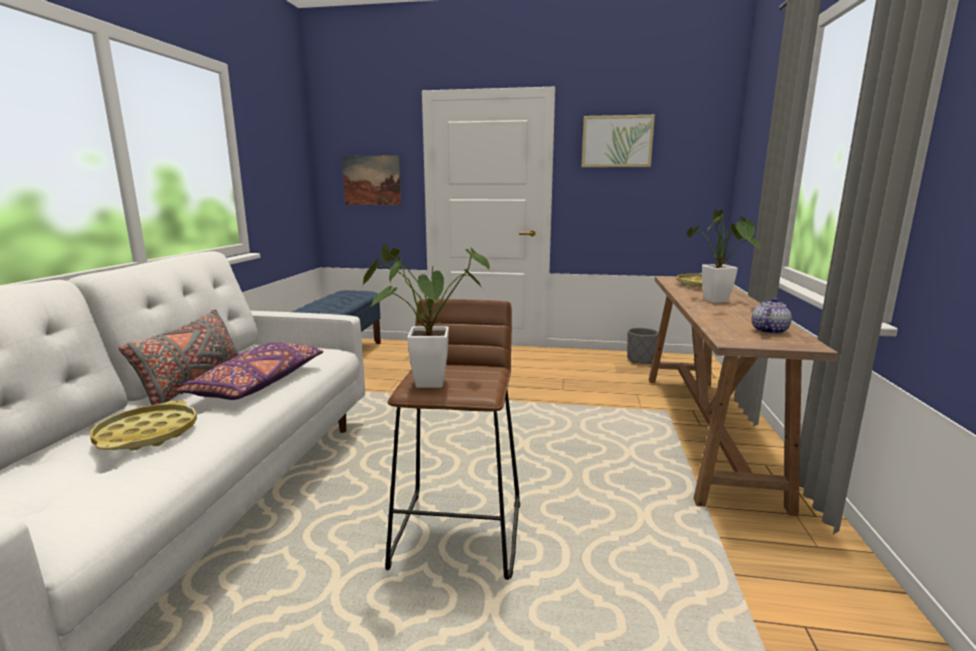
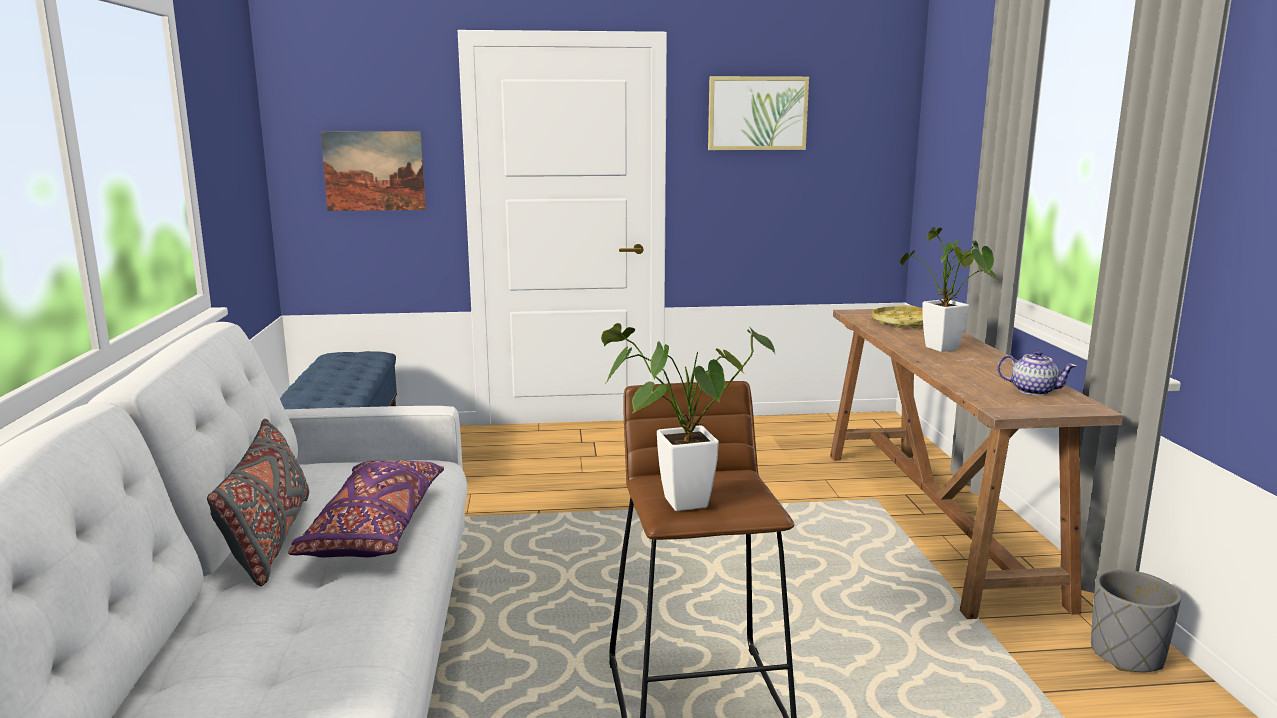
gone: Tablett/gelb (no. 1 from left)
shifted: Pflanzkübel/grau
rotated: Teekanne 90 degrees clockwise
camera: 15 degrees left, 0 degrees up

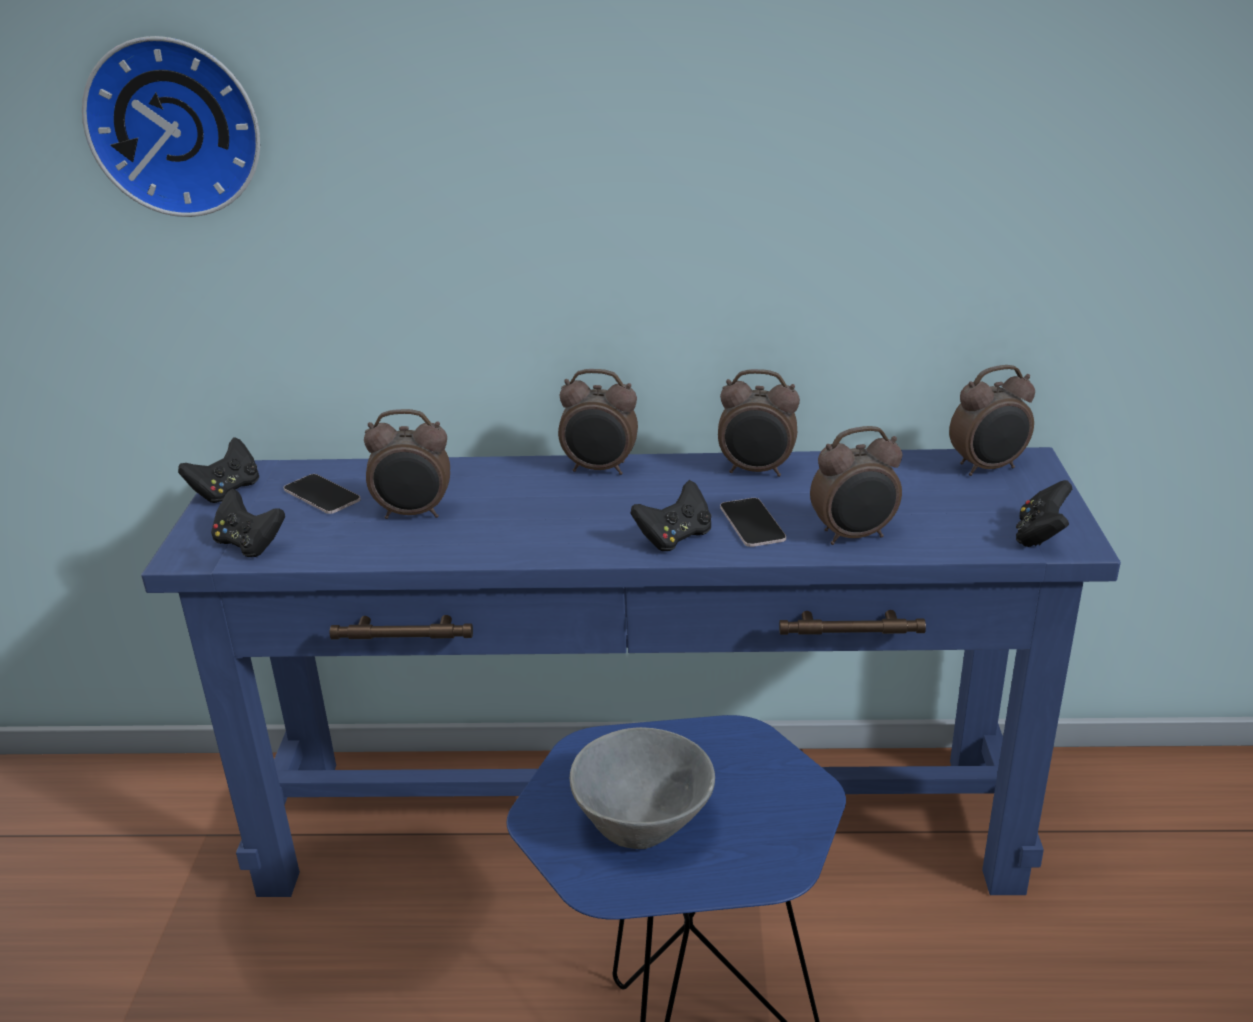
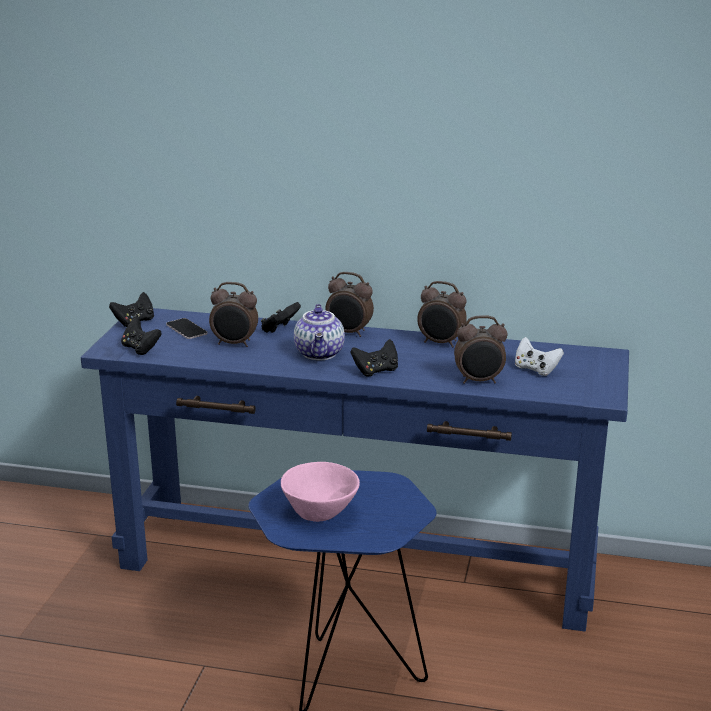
gone: Wanduhr; Handy (no. 2 from left); Wecker (no. 5 from left)
new: Teekanne; Gamepad/weiß
shifted: Gamepad/schwarz (no. 4 from left in the first image) to Gamepad/schwarz (no. 3 from left)
repainted: Schüssel/grau to Schüssel/rosa
camera: 10 degrees right, 5 degrees down

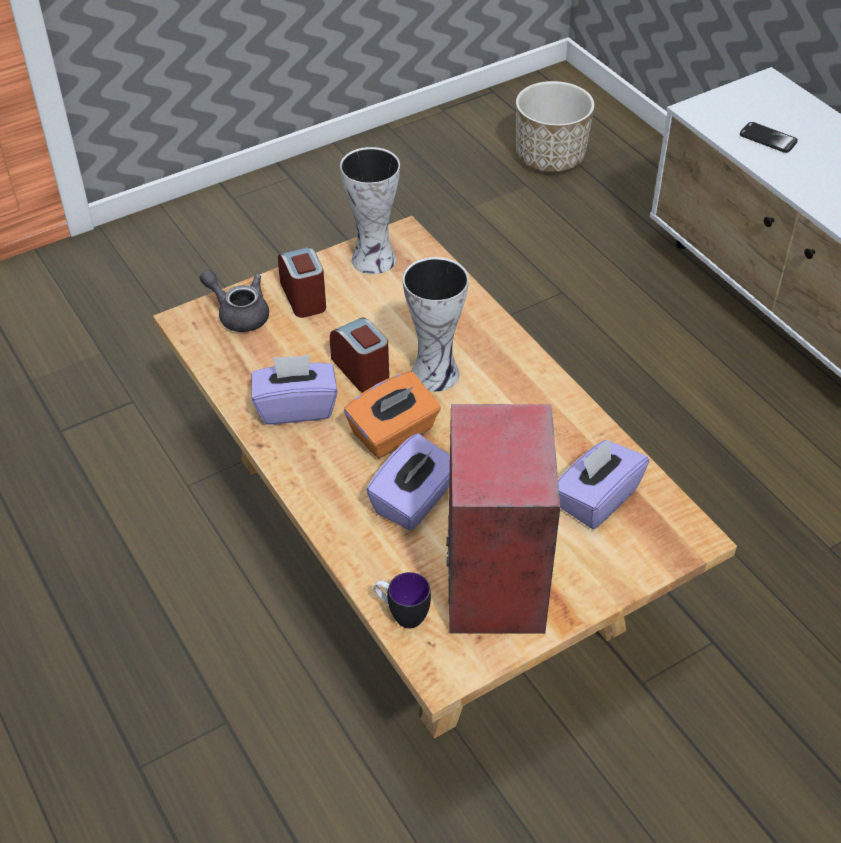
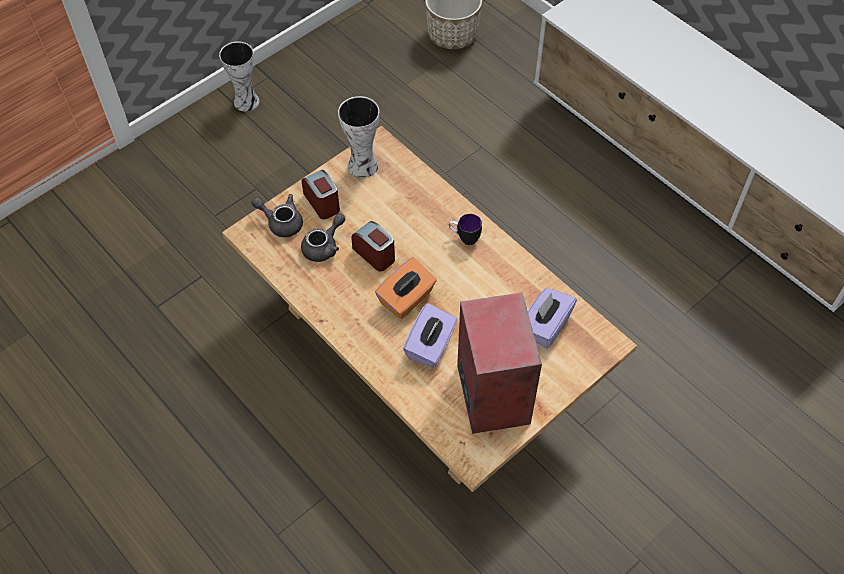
gone: Taschentuchbox/lila (no. 1 from left); Handy
new: Teekanne/grau (no. 2 from left)
shifted: Henkelbecher; Vase (no. 2 from left in the first image) to Vase (no. 1 from left)
camera: 10 degrees left, 10 degrees up

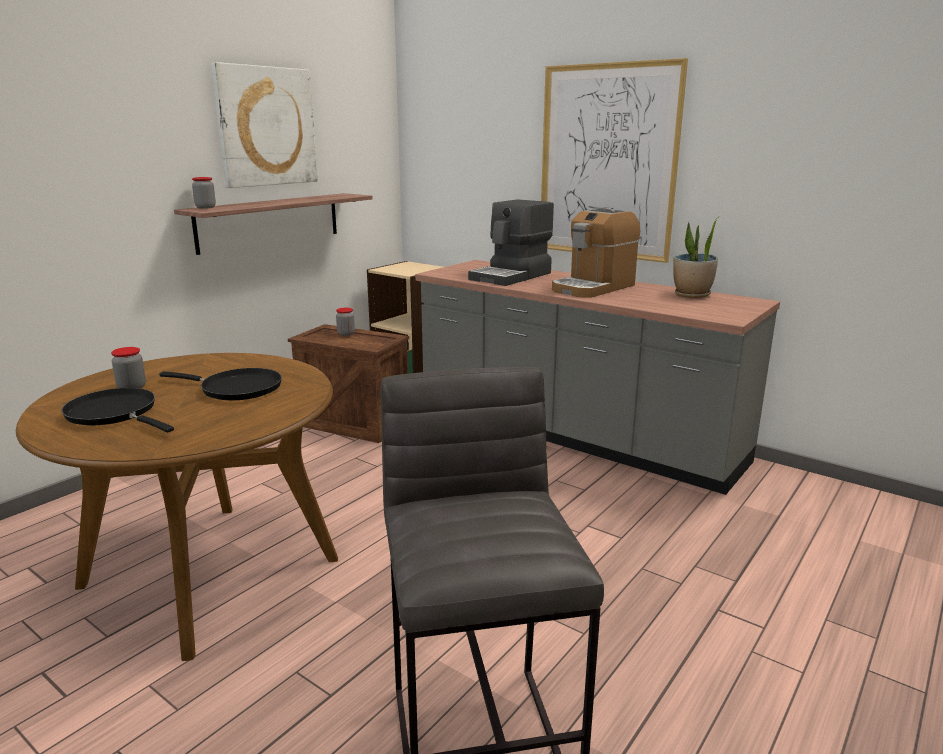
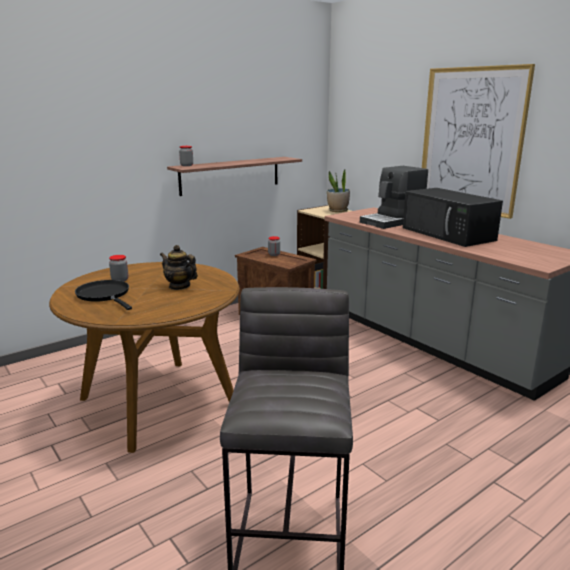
gone: Bild (no. 1 from left)
shifted: Topfpflanze
swapped: Pfanne/schwarz (no. 2 from left) to Teekanne; Kaffeemaschine (no. 2 from left) to Mikrowelle/schwarz
camera: 15 degrees right, 0 degrees up

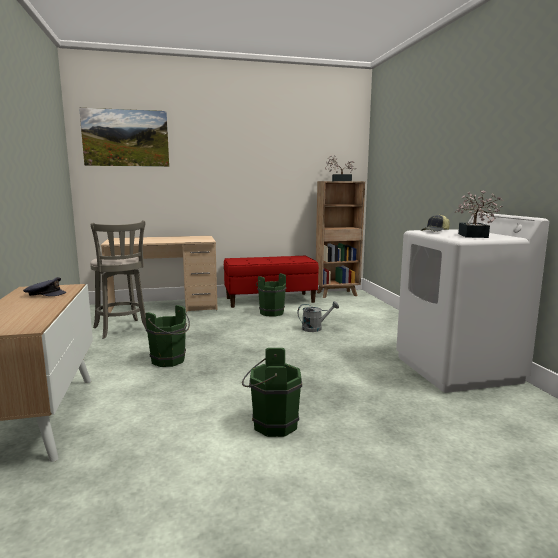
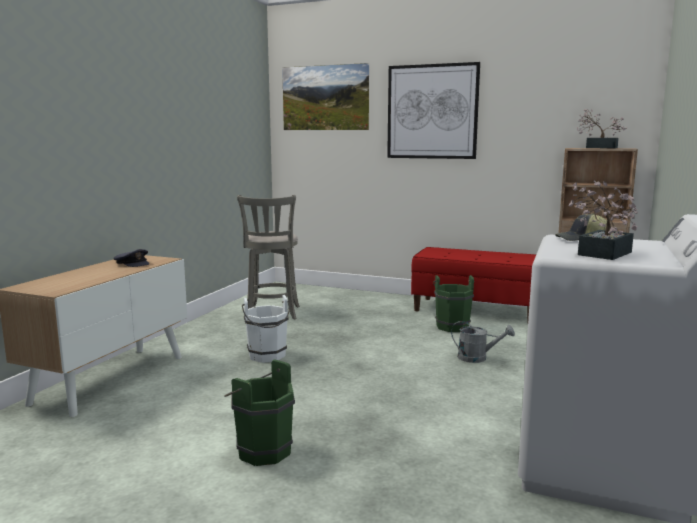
gone: Schreibtisch/beige
new: Bild (no. 2 from left)
repainted: Eimer/grün (no. 1 from left) to Eimer/weiß
camera: 35 degrees right, 0 degrees up

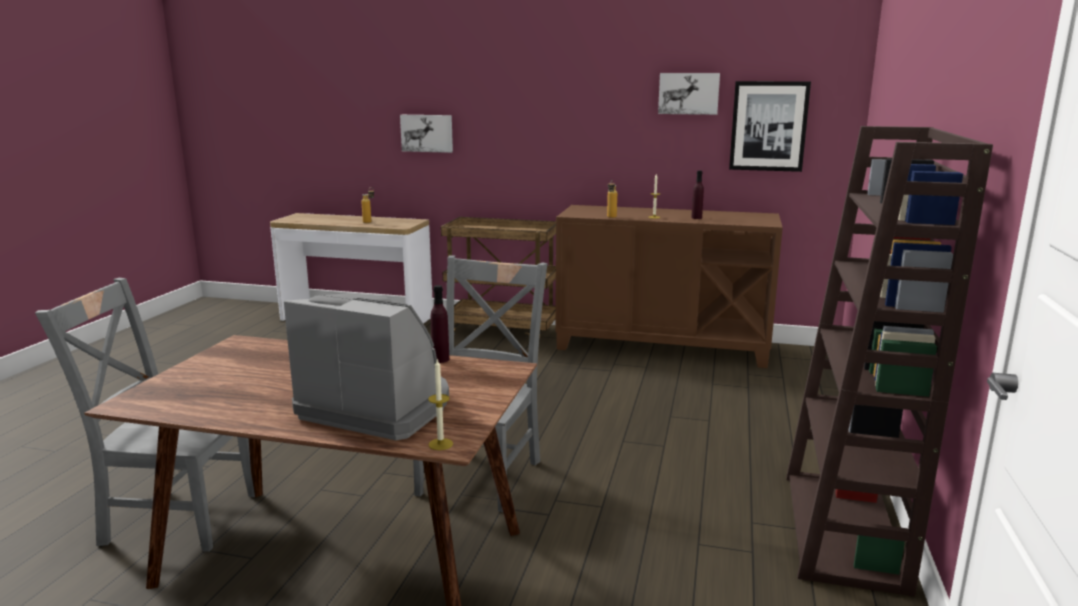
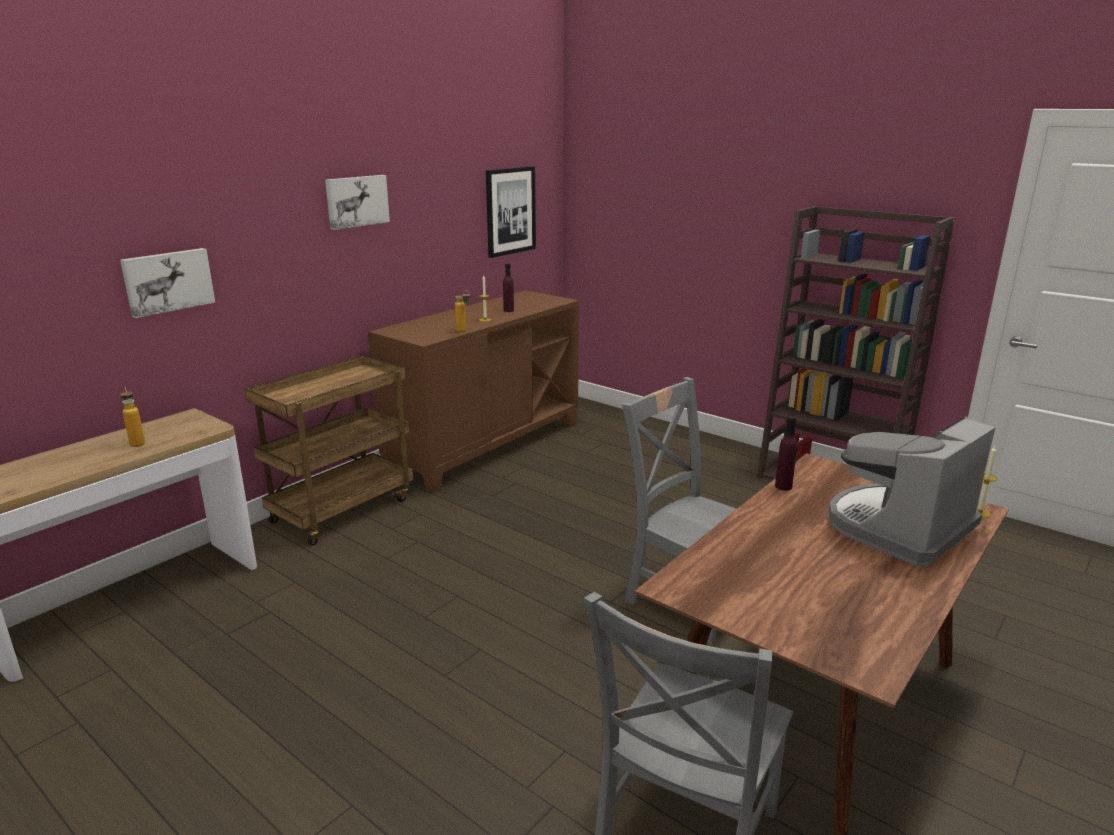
shifted: Bild (no. 2 from left)
camera: 65 degrees left, 5 degrees up

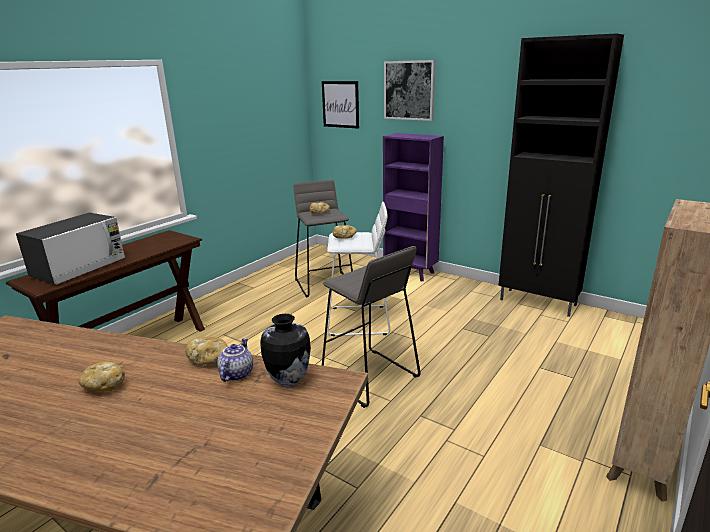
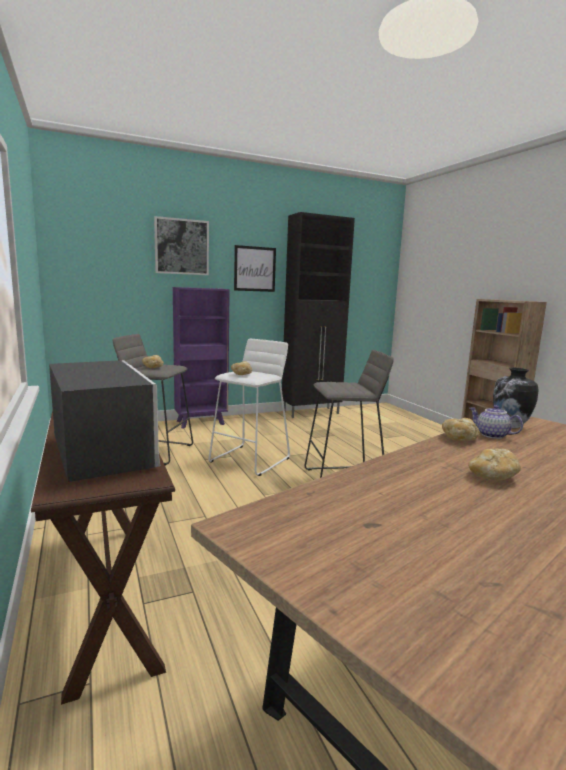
shifted: Bild (no. 1 from left in the first image) to Bild (no. 2 from left)
camera: 60 degrees left, 10 degrees down

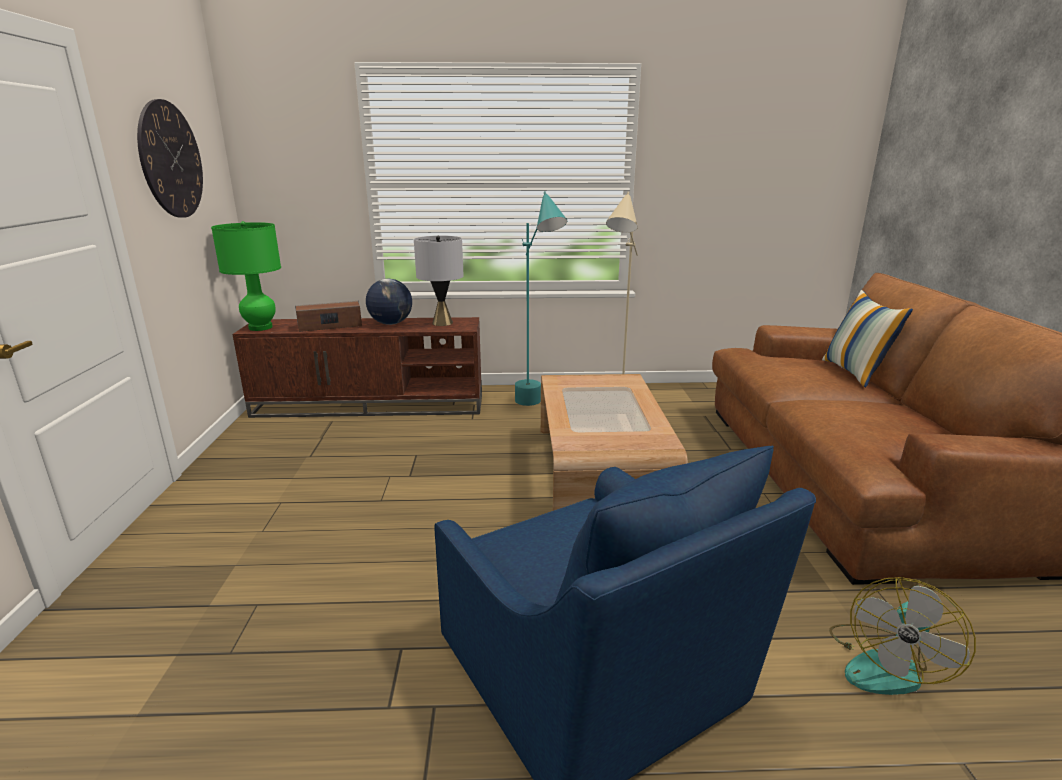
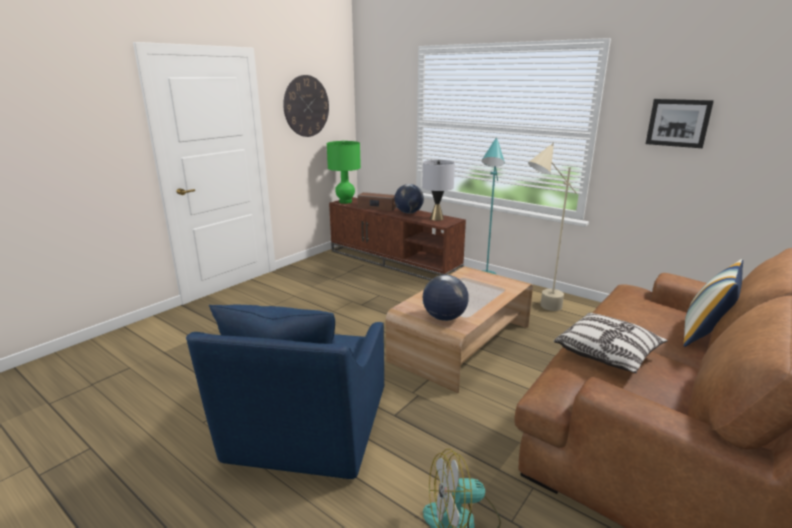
new: Globus (no. 2 from left); Kissen (no. 1 from left); Bild
camera: 40 degrees right, 0 degrees up

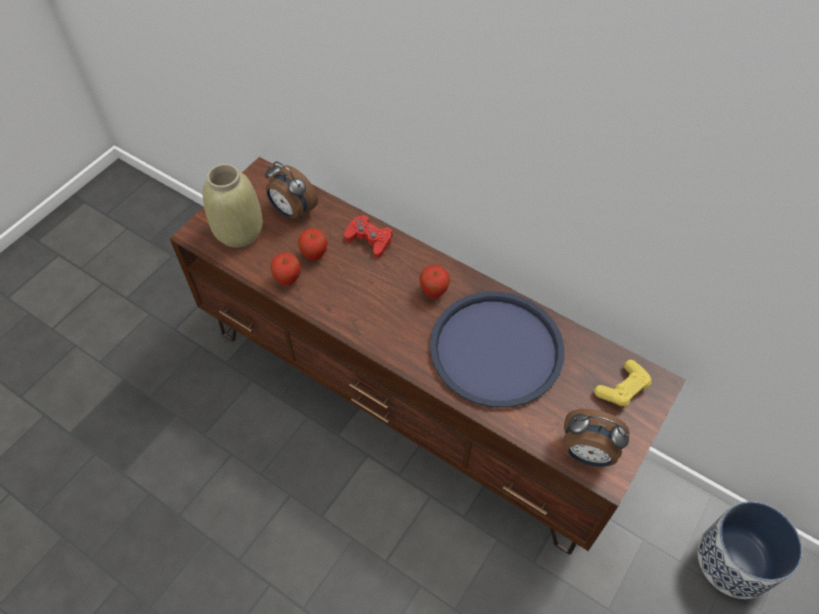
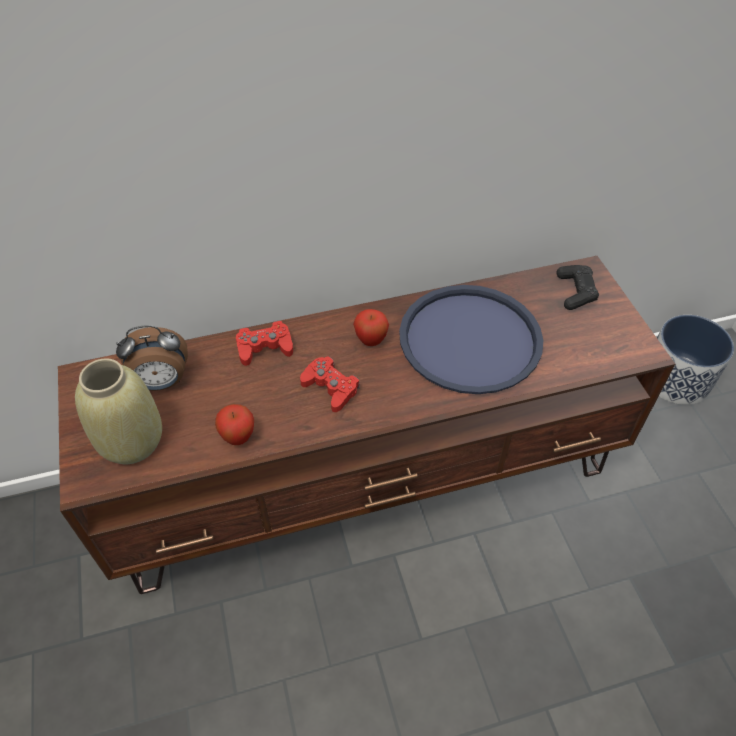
gone: Apfel (no. 2 from left); Wecker (no. 2 from left)
new: Gamepad/rot (no. 2 from left)
repainted: Gamepad/gelb to Gamepad/schwarz
camera: 50 degrees left, 5 degrees down

